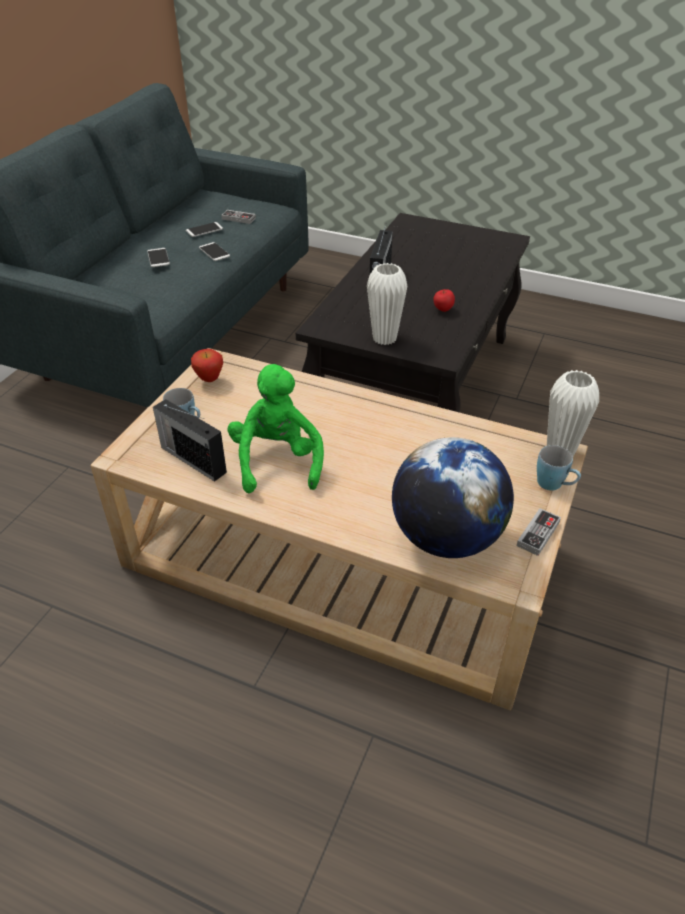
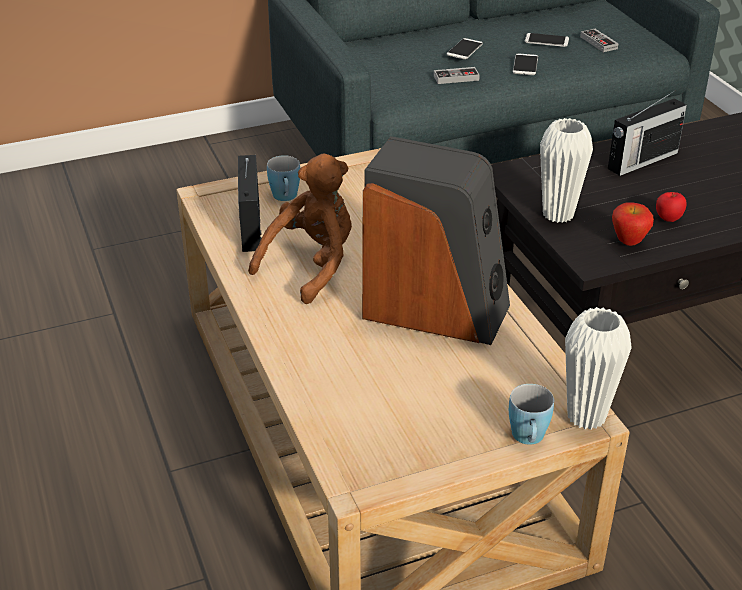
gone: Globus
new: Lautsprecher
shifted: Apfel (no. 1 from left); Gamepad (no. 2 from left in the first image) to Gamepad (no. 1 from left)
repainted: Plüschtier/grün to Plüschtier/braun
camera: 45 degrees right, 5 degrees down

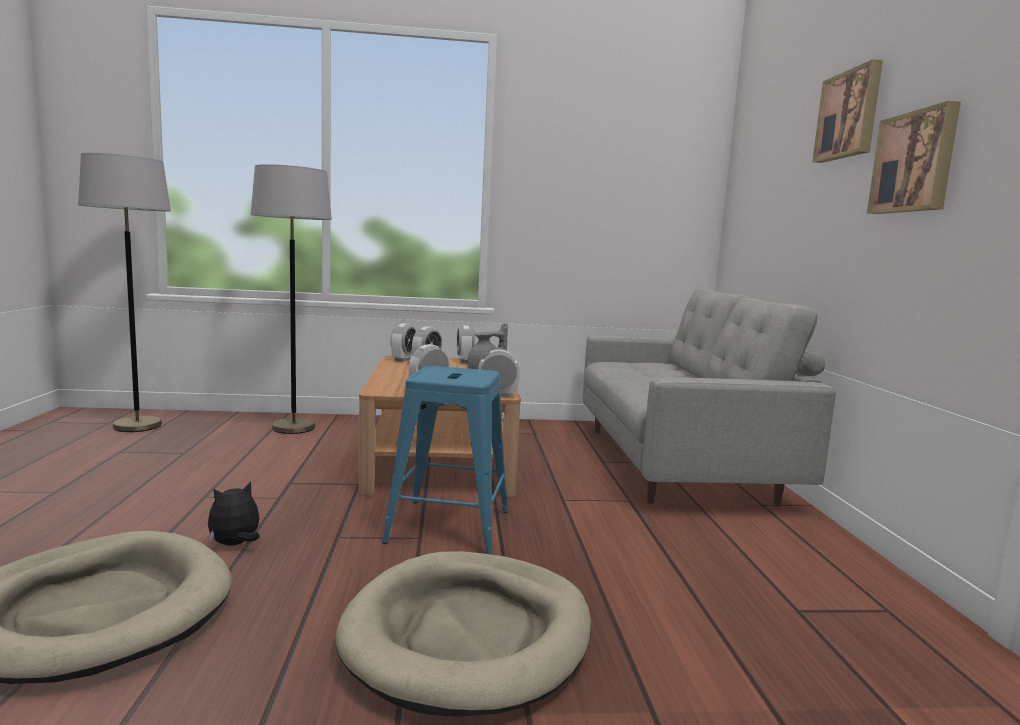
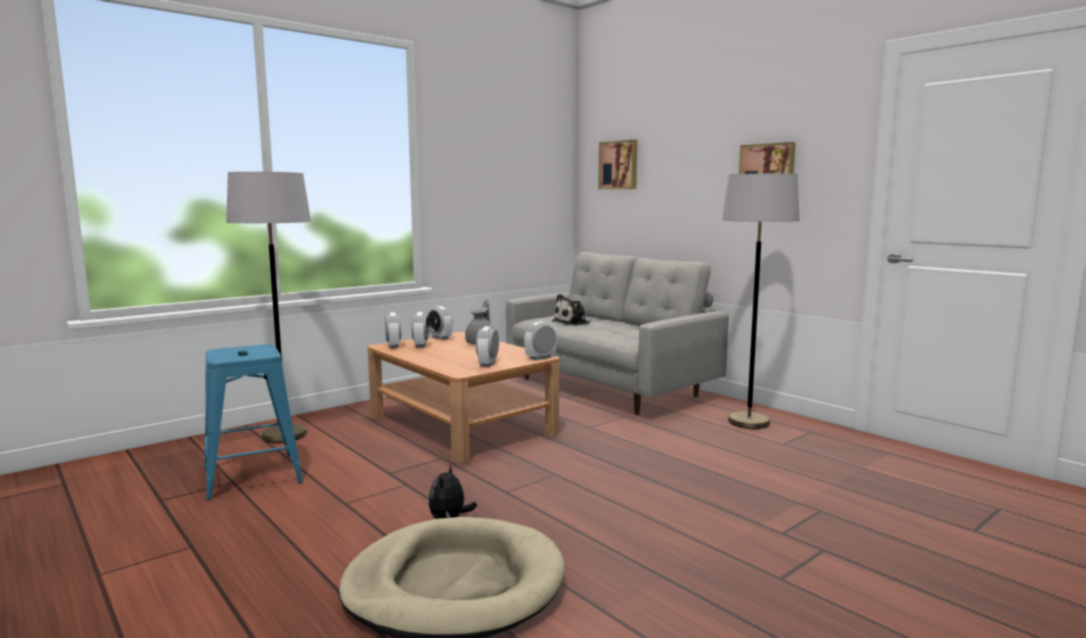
gone: Hundebett/beige (no. 2 from left)
new: Plüschtier (no. 2 from left)
shifted: Stehlampe/grau (no. 1 from left in the first image) to Stehlampe/grau (no. 2 from left); Hocker/blau; Bild (no. 1 from left)
camera: 35 degrees left, 0 degrees up

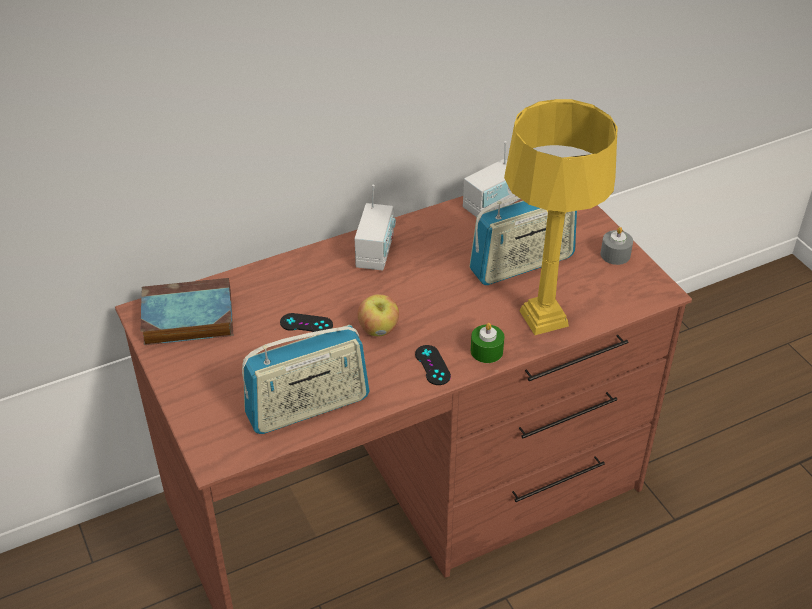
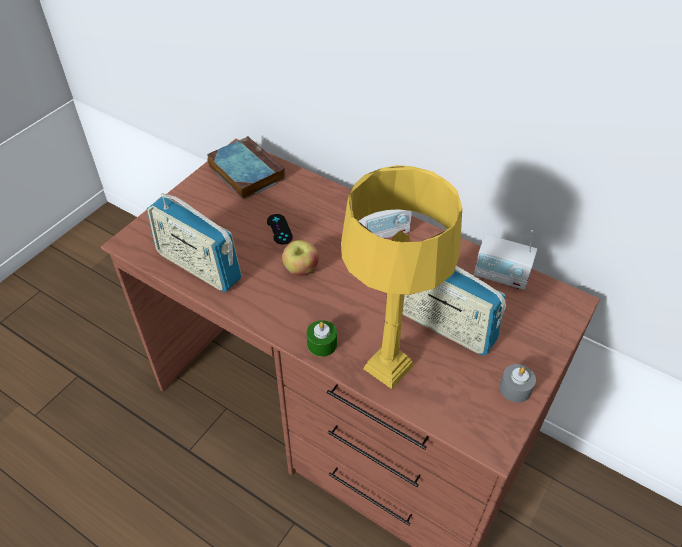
gone: Gamepad/schwarz (no. 2 from left)
camera: 60 degrees right, 5 degrees up

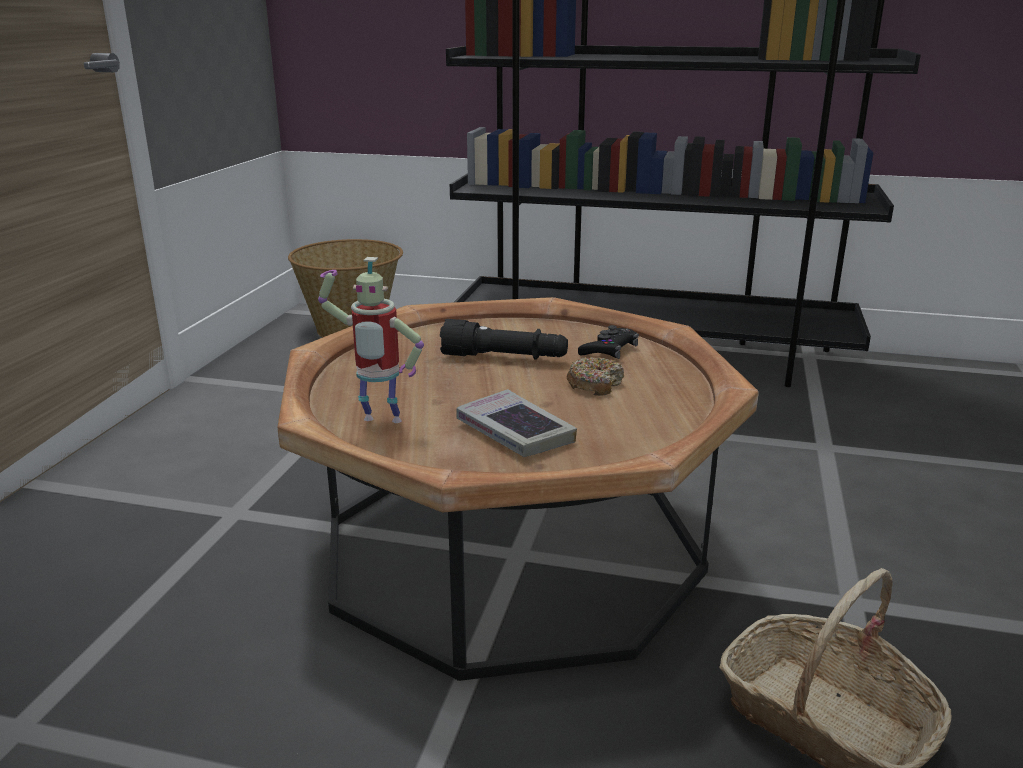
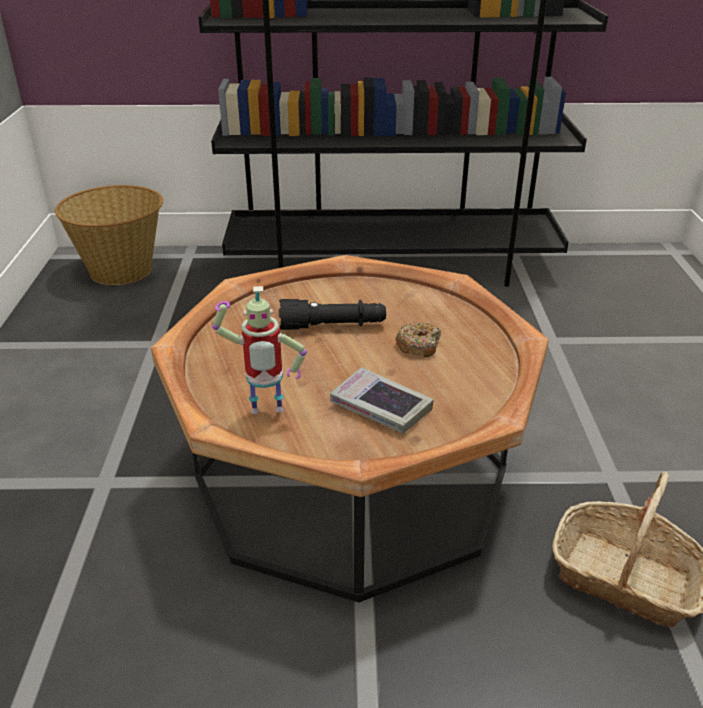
gone: Gamepad/schwarz
camera: 15 degrees left, 10 degrees up

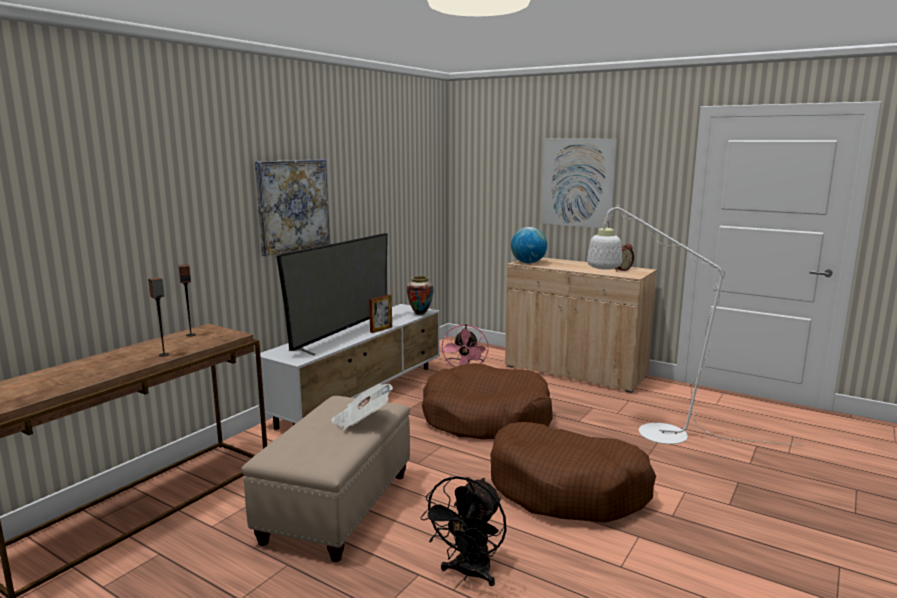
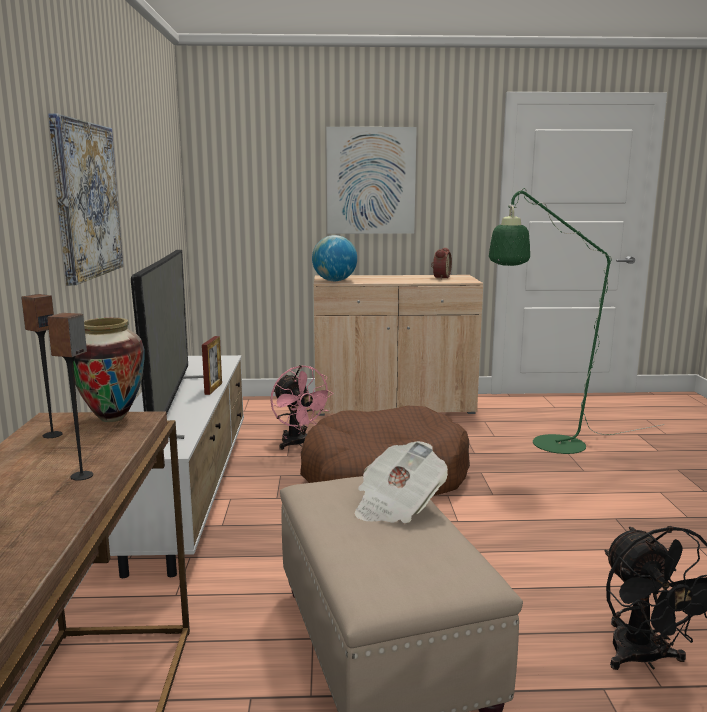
gone: Hundebett/braun (no. 2 from left)
shifted: Vase
repainted: Stehlampe/weiß to Stehlampe/grün
camera: 35 degrees left, 0 degrees up

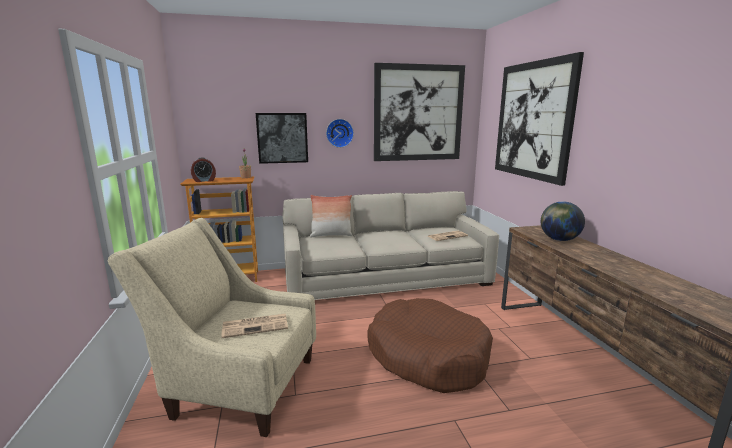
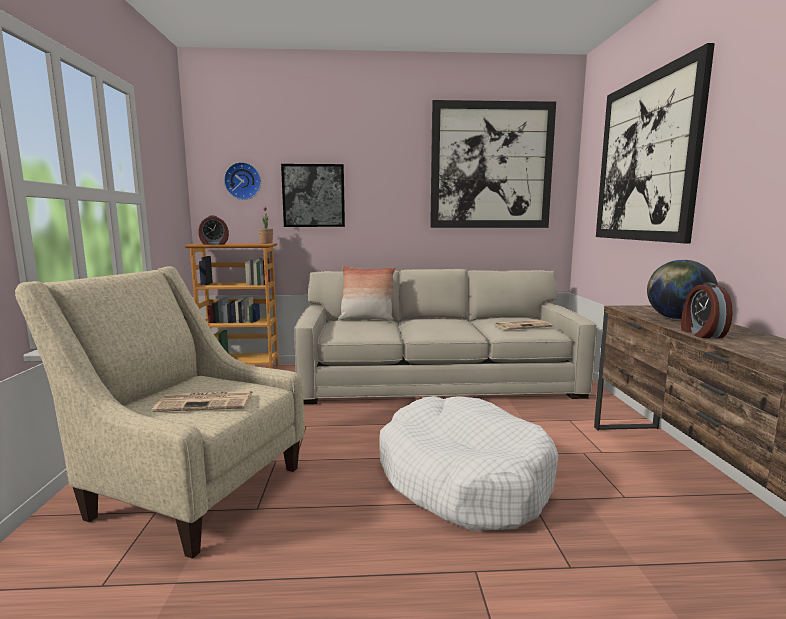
new: Wecker (no. 2 from left)
shifted: Wanduhr
repainted: Hundebett/braun to Hundebett/weiß
camera: 10 degrees right, 5 degrees down

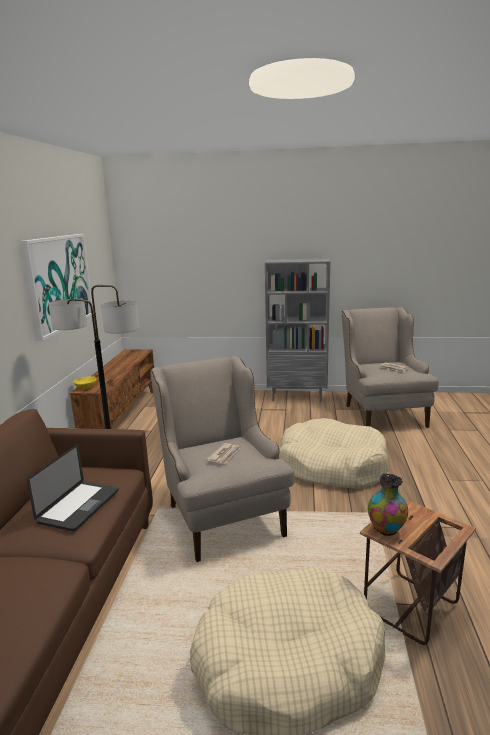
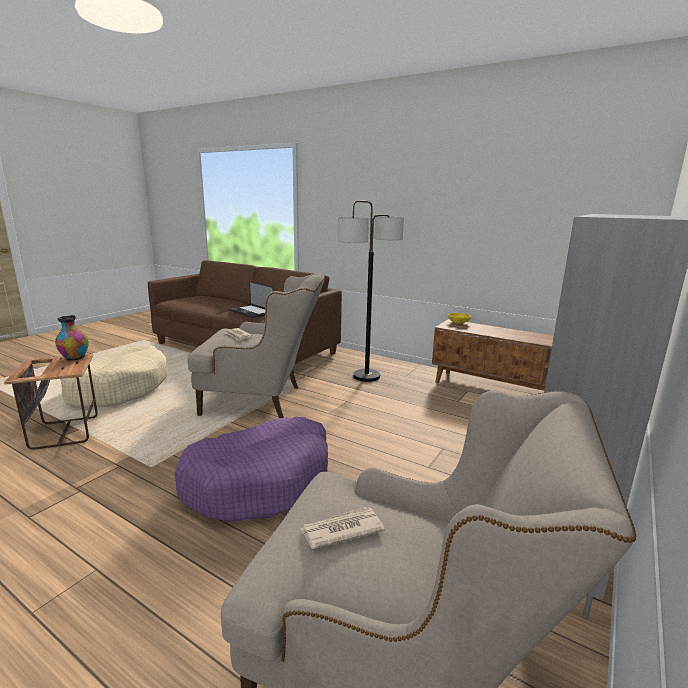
gone: Bild
repainted: Hundebett/beige (no. 2 from left) to Hundebett/lila
camera: 115 degrees right, 0 degrees up

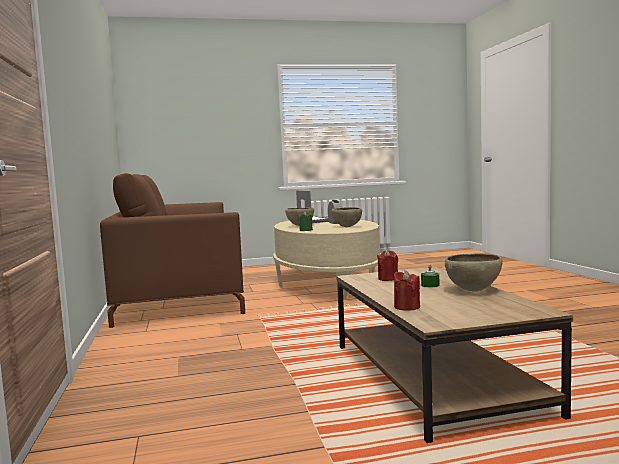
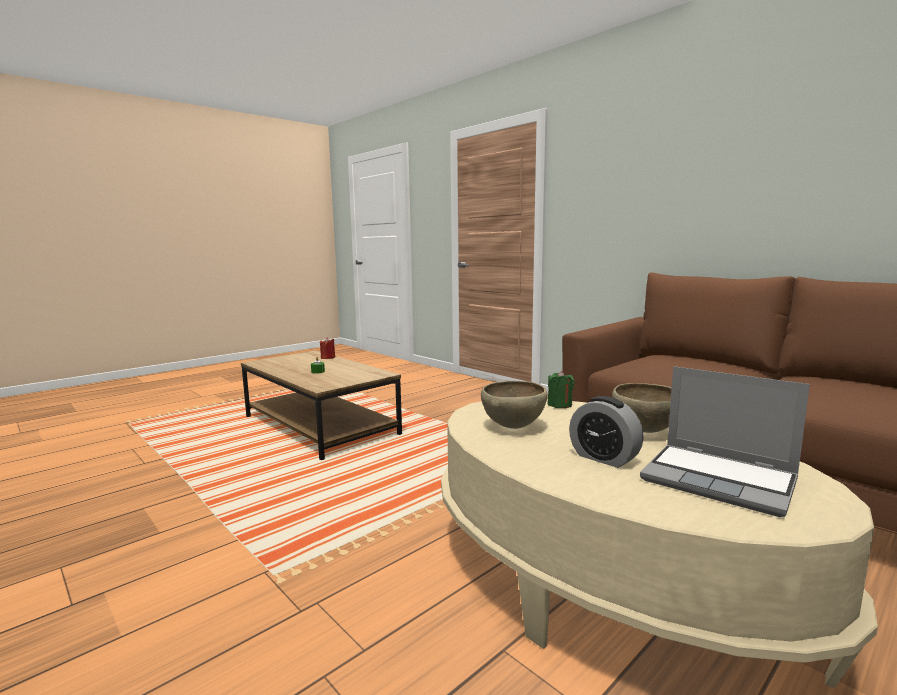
gone: Kerze/rot (no. 1 from left); Schüssel/braun (no. 3 from left)
camera: 150 degrees right, 5 degrees up

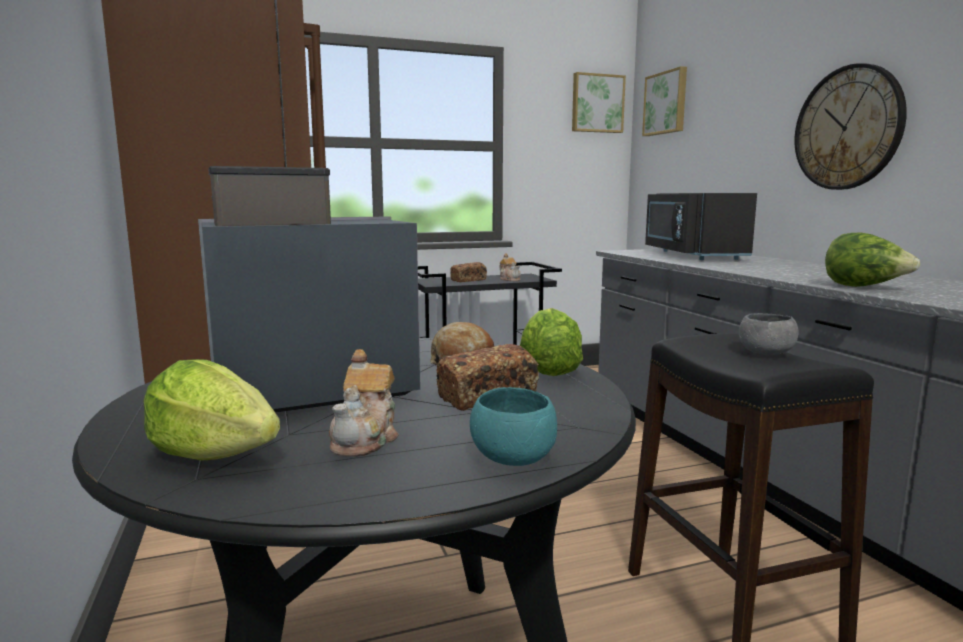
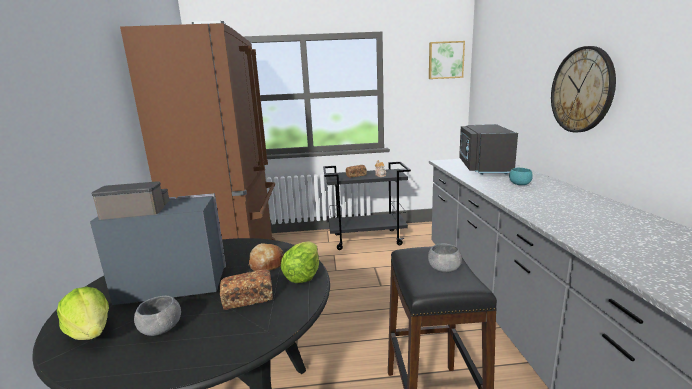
gone: Bild (no. 2 from left); Salatkopf (no. 3 from left)
shifted: Schüssel/türkis
swapped: Teekanne (no. 1 from left) to Schüssel/grau (no. 1 from left)
camera: 15 degrees right, 5 degrees up

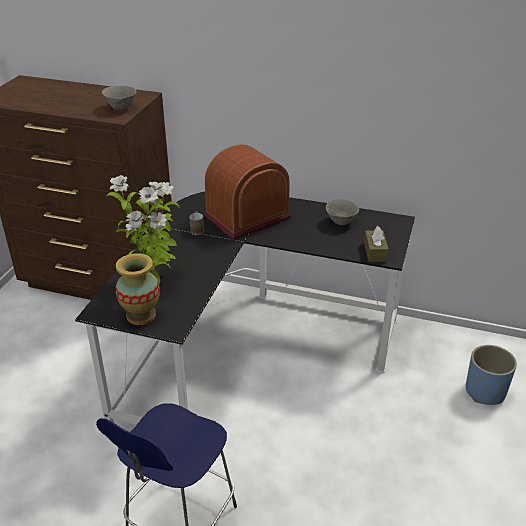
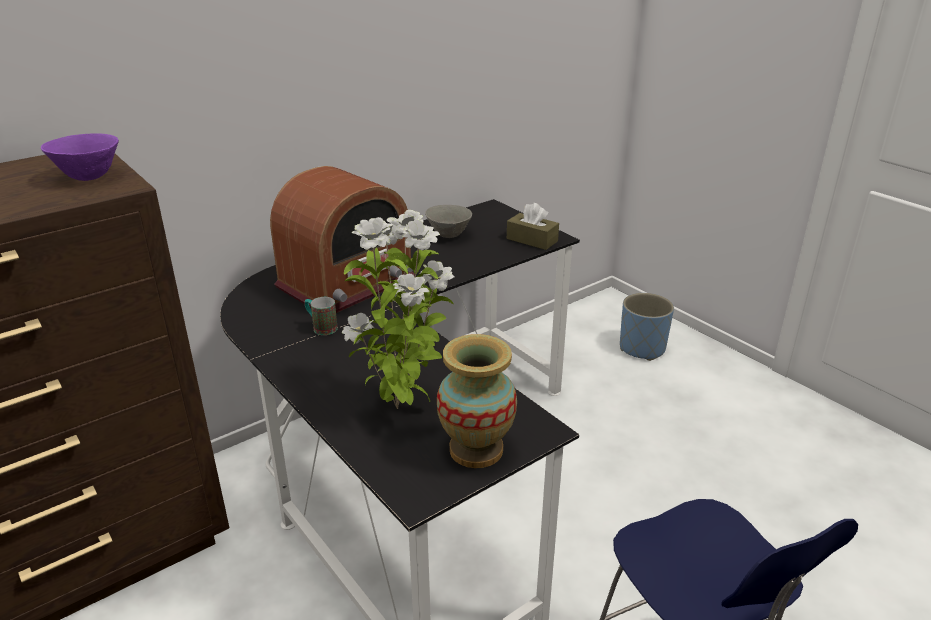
repainted: Schüssel/grau (no. 1 from left) to Schüssel/lila
rotated: Radio 135 degrees counterclockwise
camera: 55 degrees left, 5 degrees down

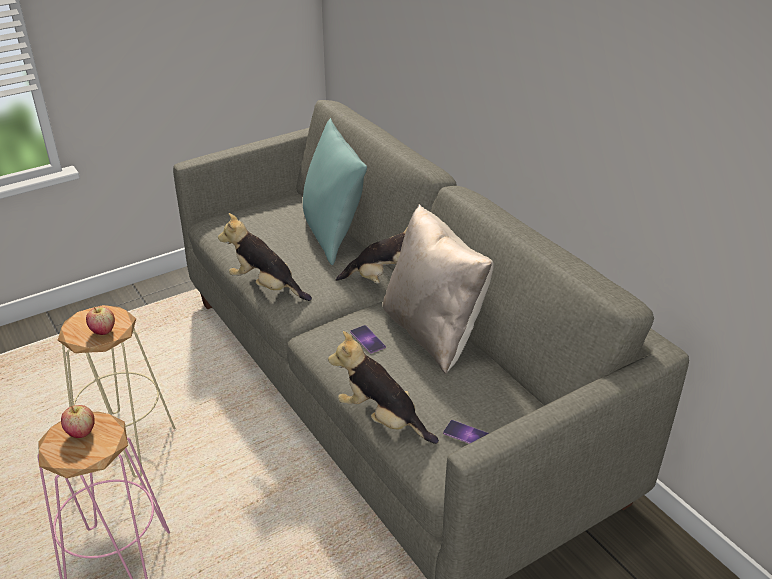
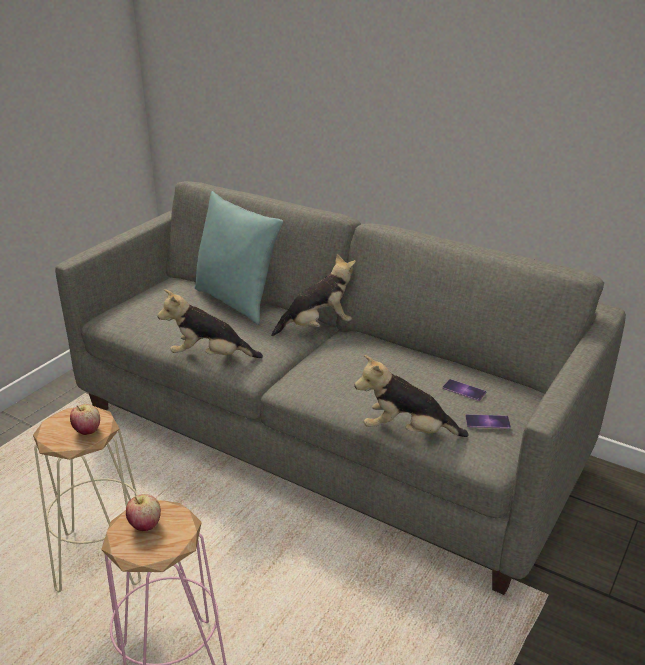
gone: Kissen/beige
shifted: Handy (no. 1 from left)
camera: 25 degrees left, 5 degrees down

